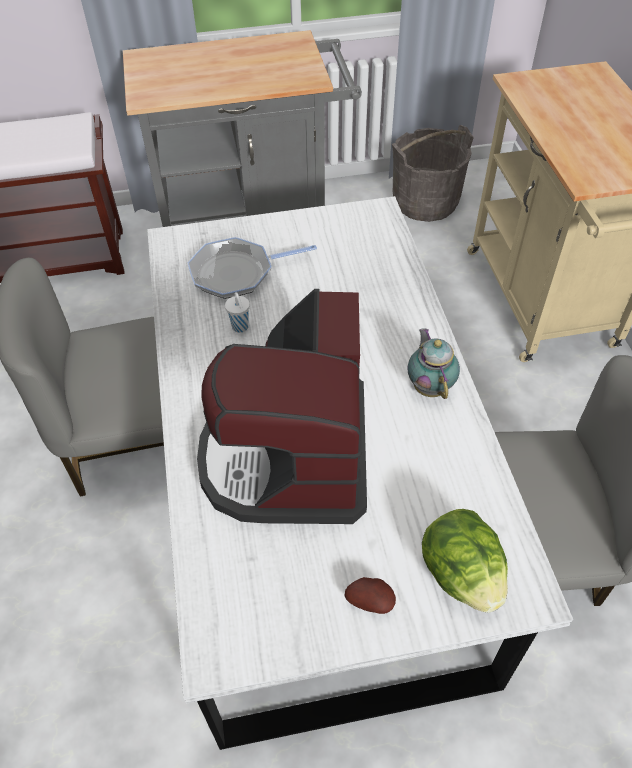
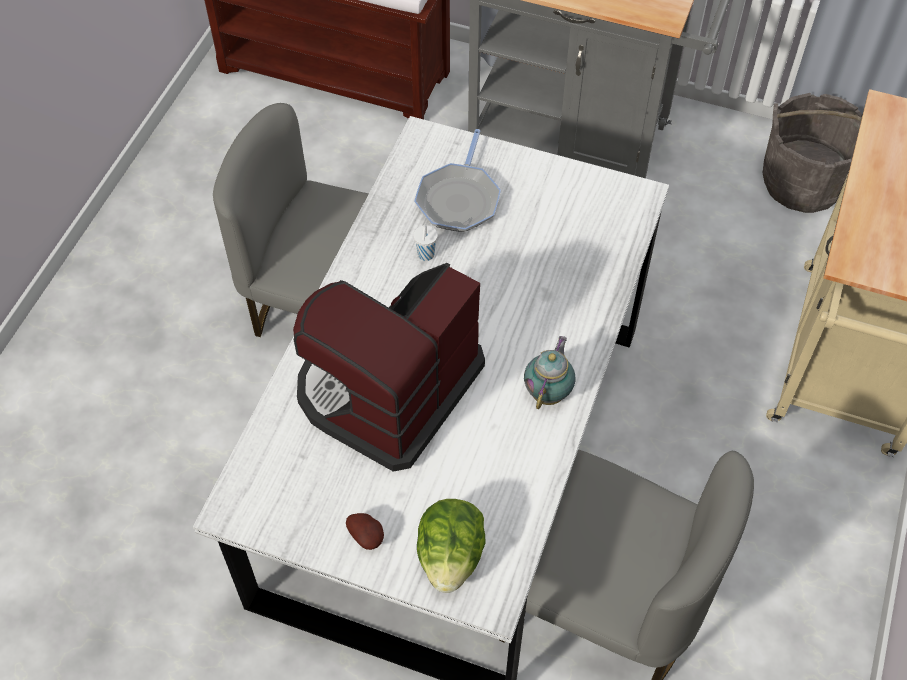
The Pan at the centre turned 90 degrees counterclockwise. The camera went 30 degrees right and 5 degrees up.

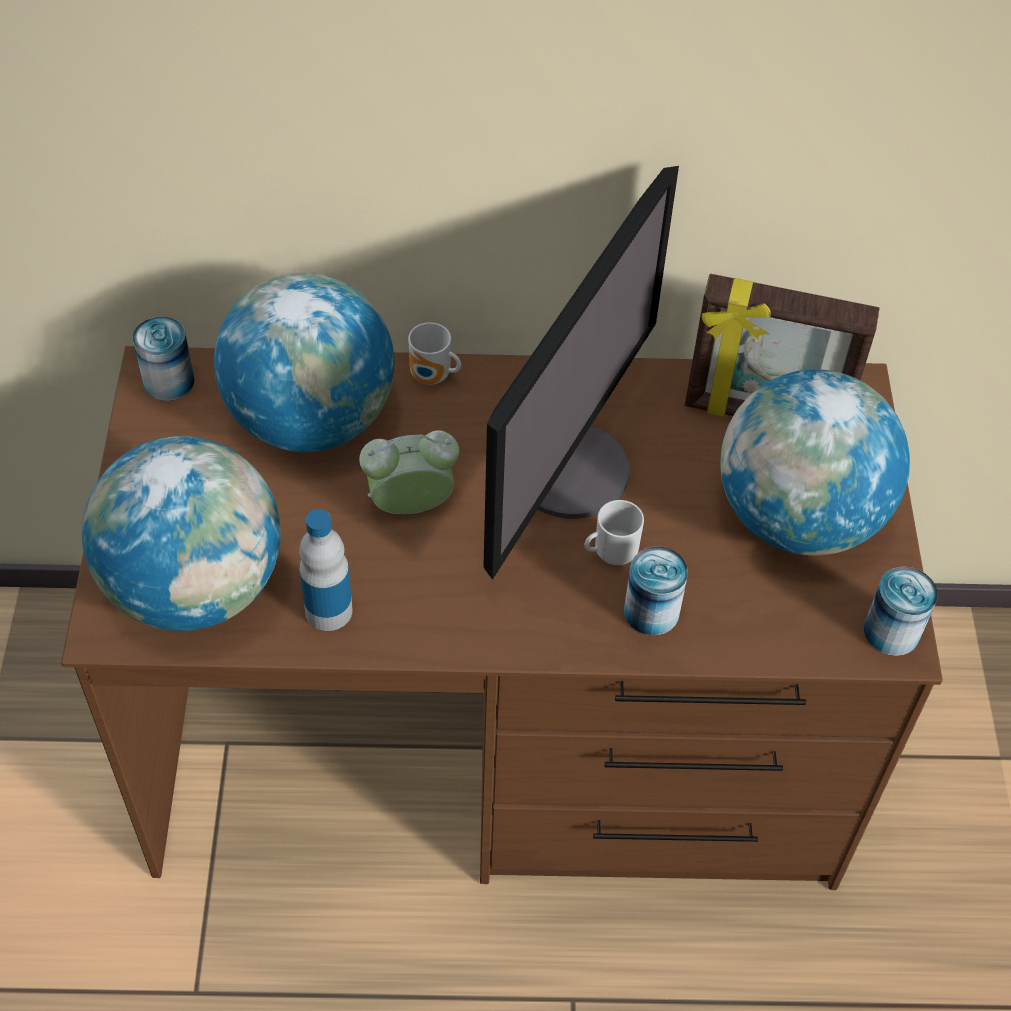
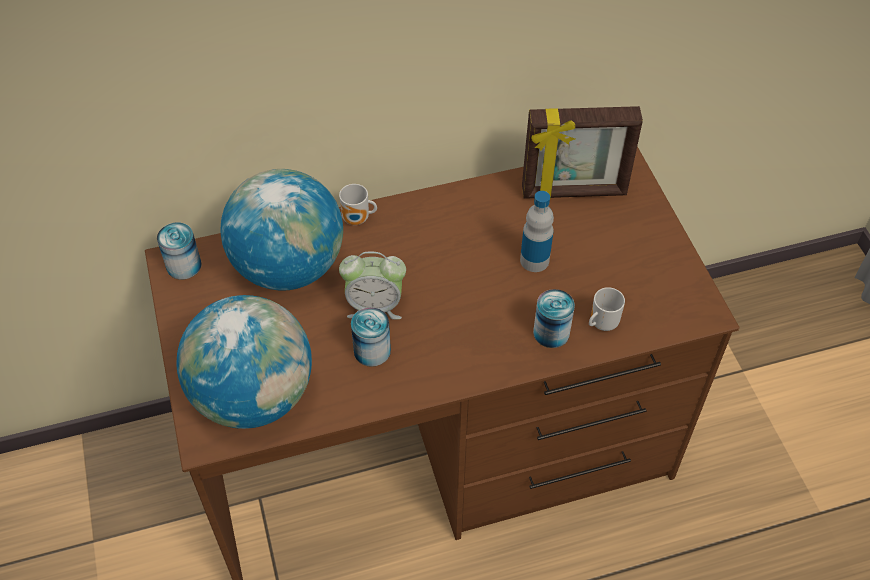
The Monitor at the centre disappeared. The WorldGlobe (no. 3 from left) at the middle right disappeared. The TableClock at the centre turned 150 degrees counterclockwise. The Mug (no. 2 from left) moved from the centre to the middle right. The Bottle moved from the middle left to the centre. The SealedCan (no. 3 from left in the first image) moved from the middle right to the centre. The camera went 15 degrees left and 0 degrees up.

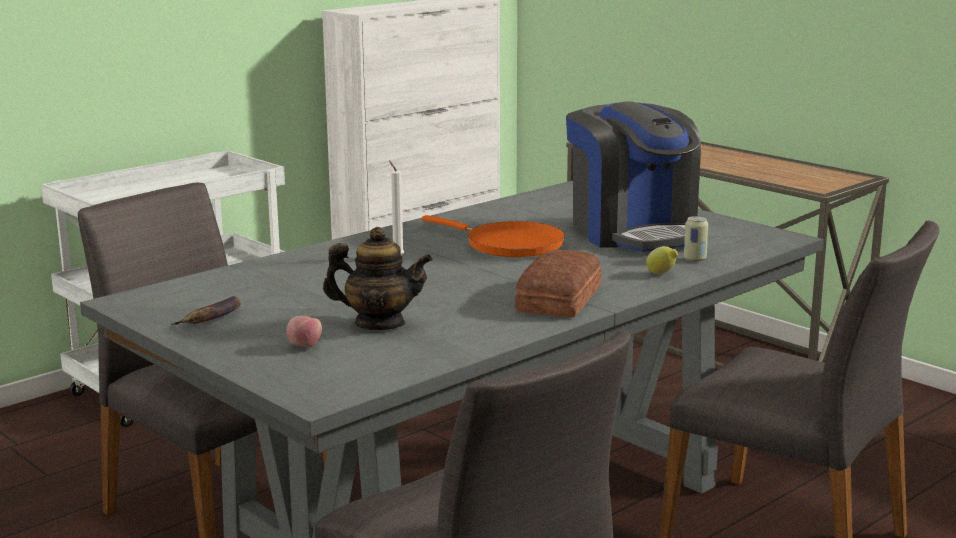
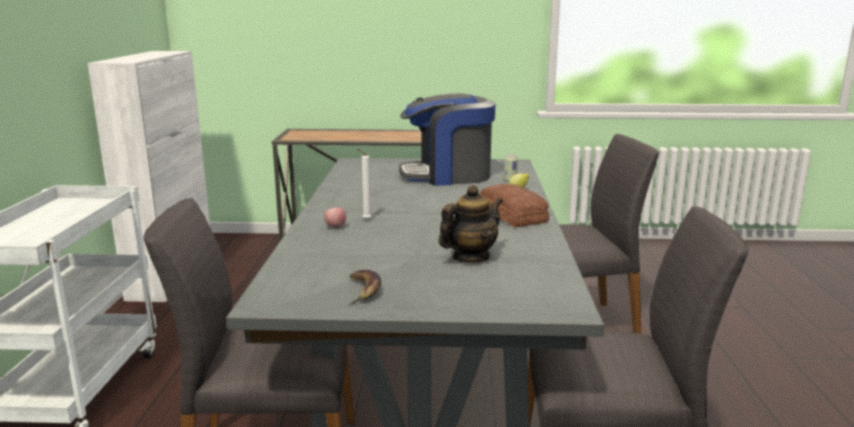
The CoffeeMachine at the top centre turned 150 degrees clockwise. The OrangeColouredPan at the centre disappeared. The WholeApple moved from the middle left to the centre. The camera went 45 degrees left and 0 degrees up.

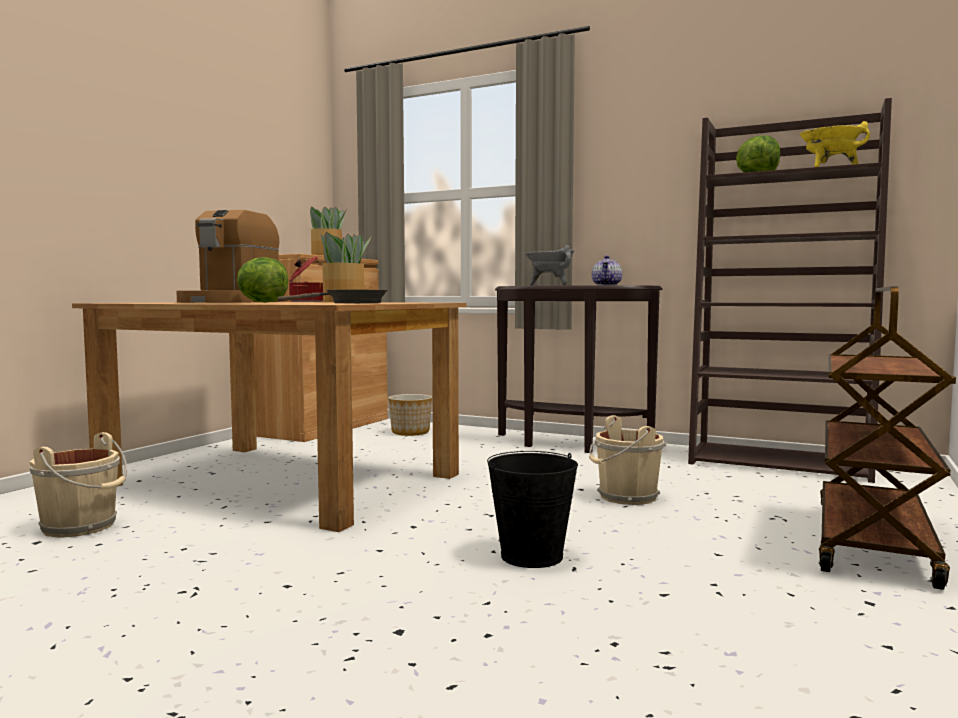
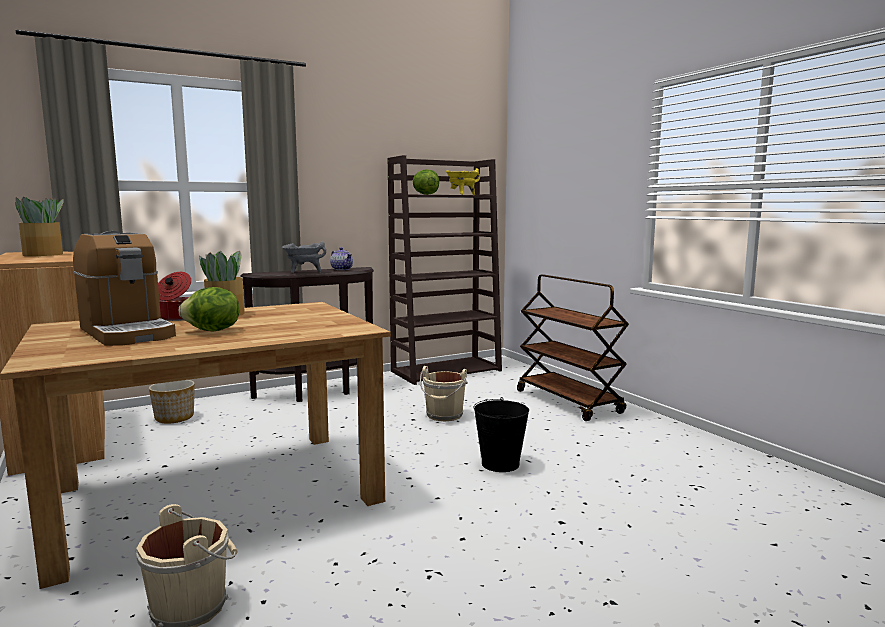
The BrownishPan at the centre disappeared. The camera went 55 degrees left and 5 degrees up.

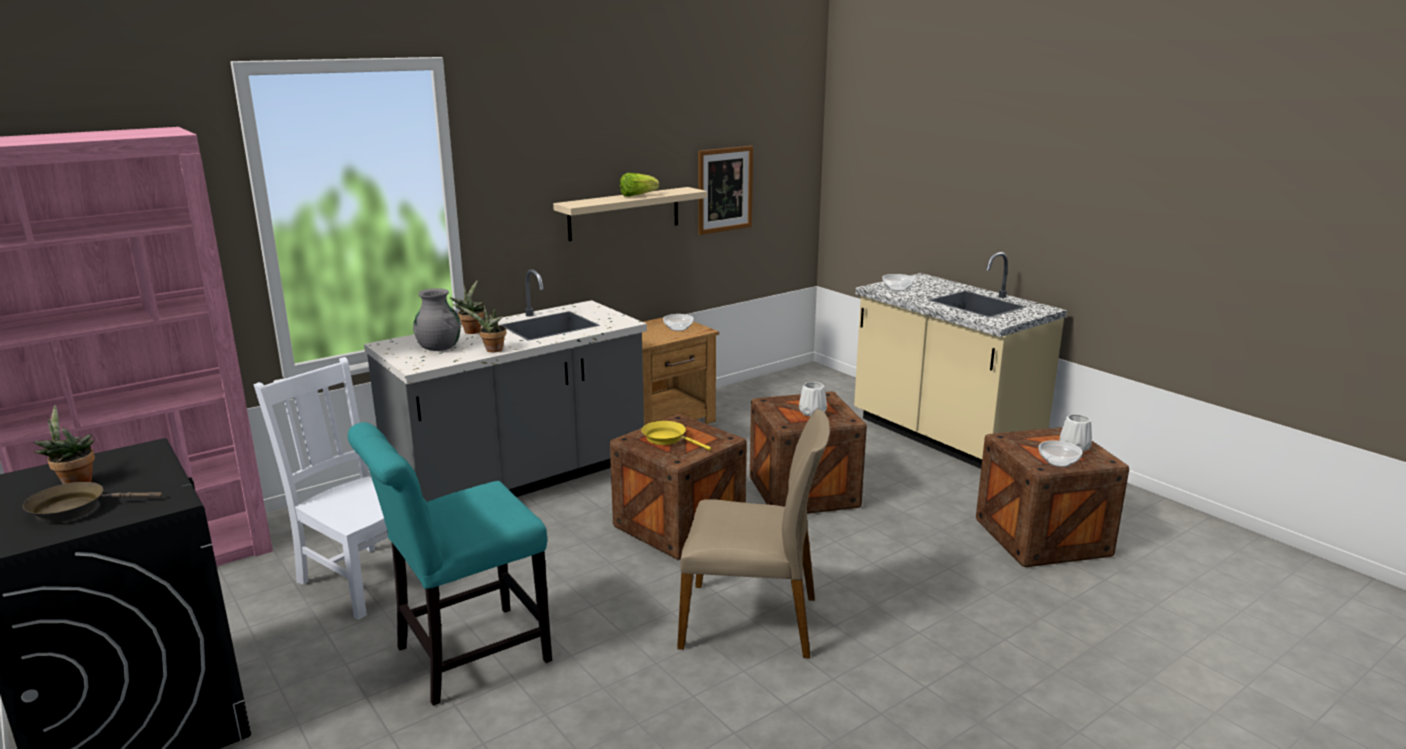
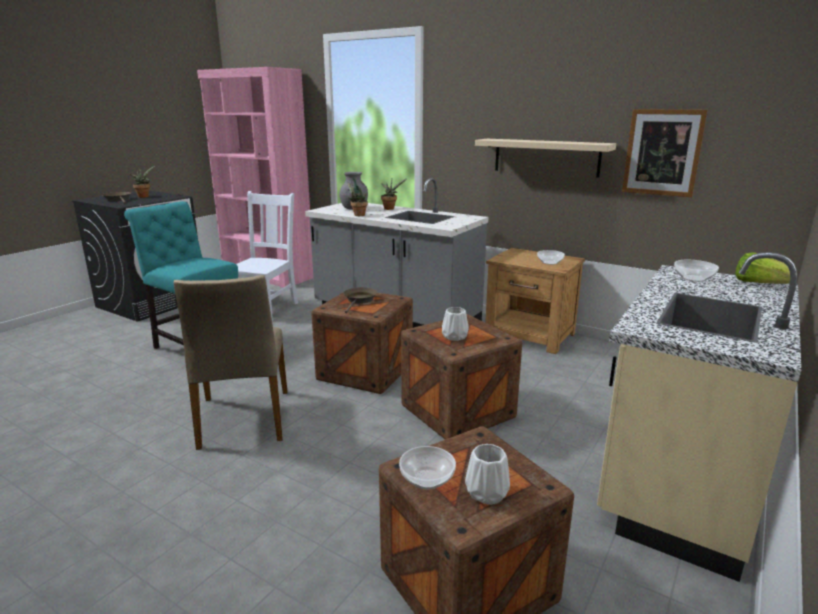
The Lettuce moved from the top centre to the middle right. The YellowColouredPan at the centre became the BrownishPan (no. 2 from left) at the centre. The camera went 70 degrees right and 0 degrees up.

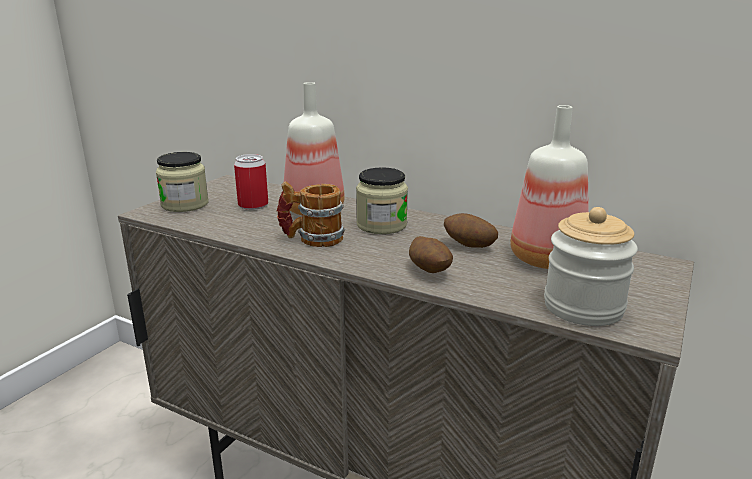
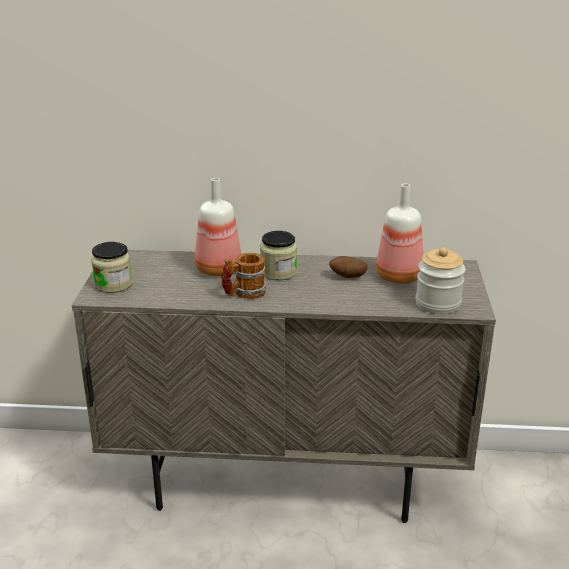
The SealedCan at the centre disappeared. The WholePotato (no. 1 from left) at the centre disappeared. The camera went 25 degrees left and 5 degrees up.

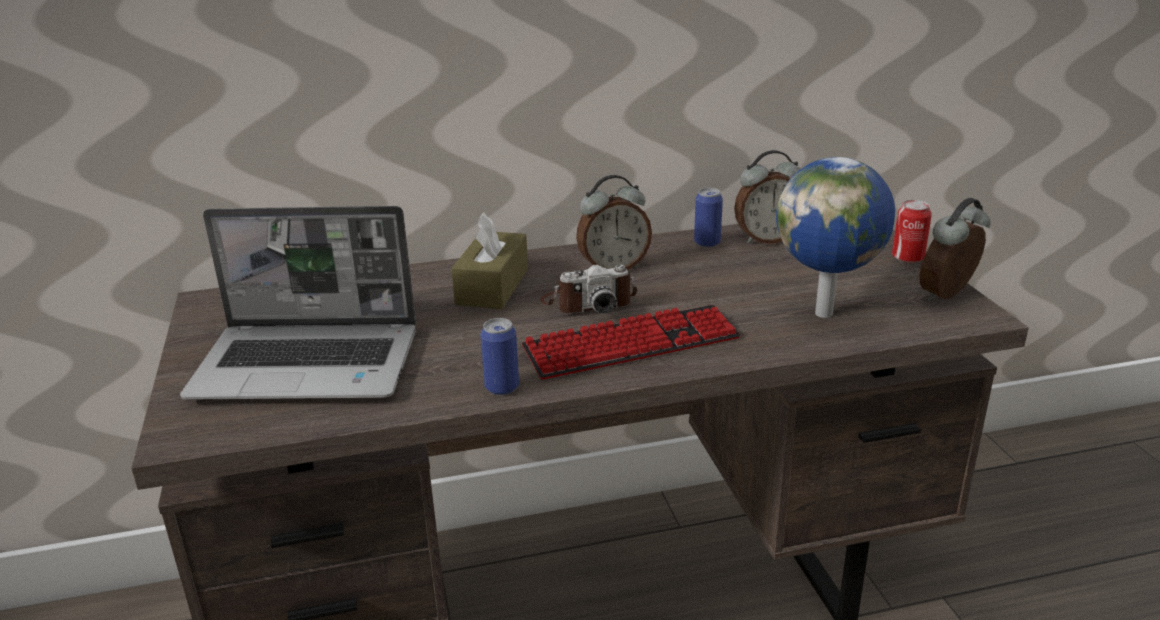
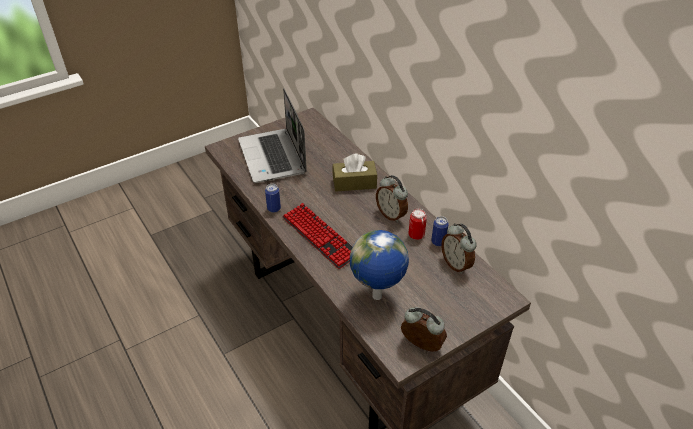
The SealedCan (no. 3 from left in the first image) moved from the middle right to the centre. The PhotoCamera at the centre disappeared. The camera went 70 degrees right and 15 degrees up.

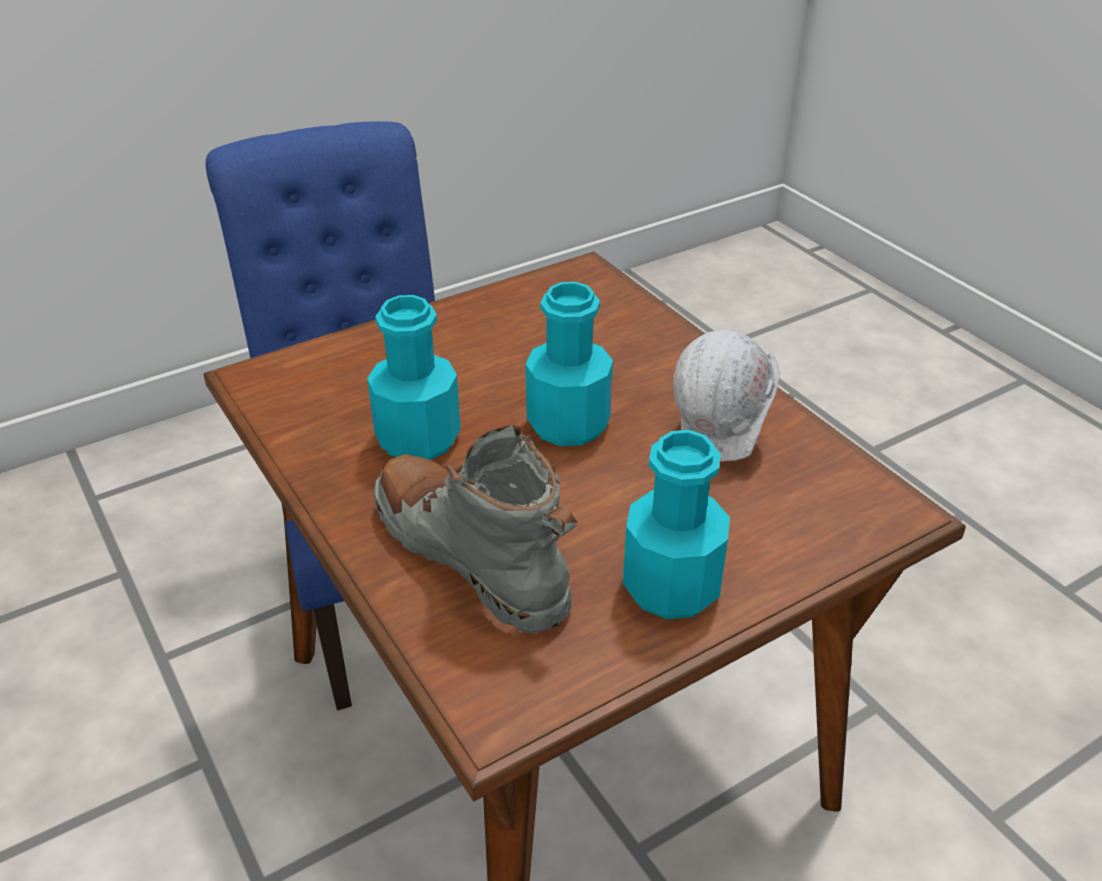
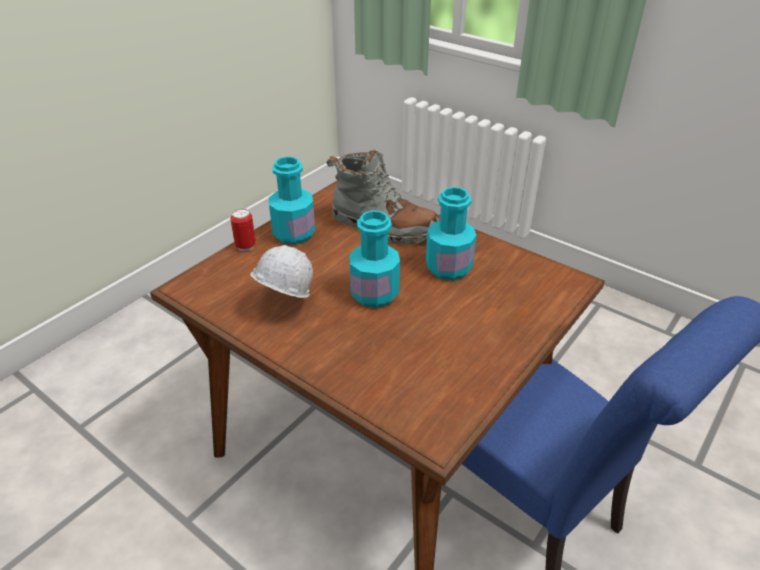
The SealedCan at the middle left appeared. The camera went 160 degrees right and 0 degrees up.

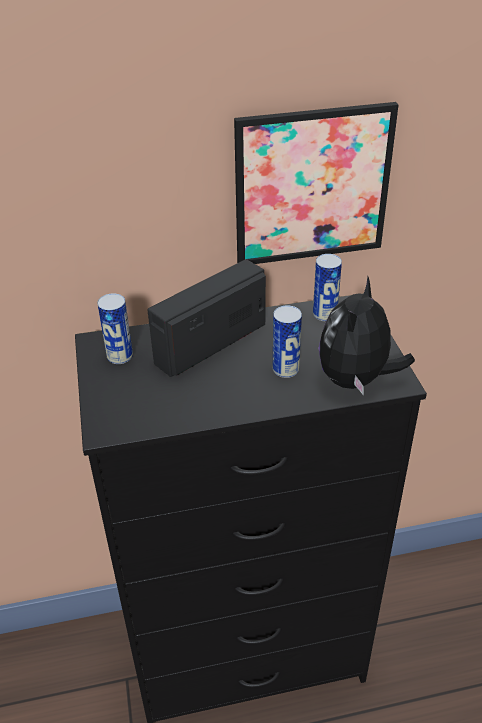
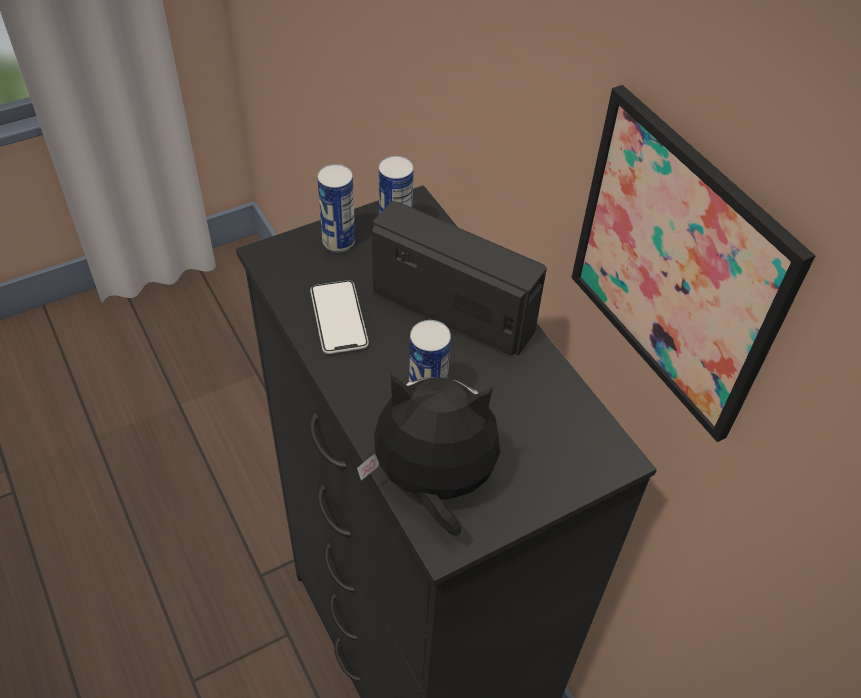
The SealedCan (no. 3 from left in the first image) moved from the middle right to the top centre. The Telephone at the centre appeared. The camera went 70 degrees right and 10 degrees up.

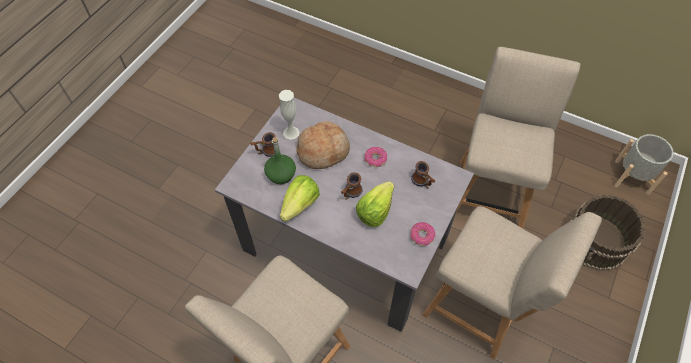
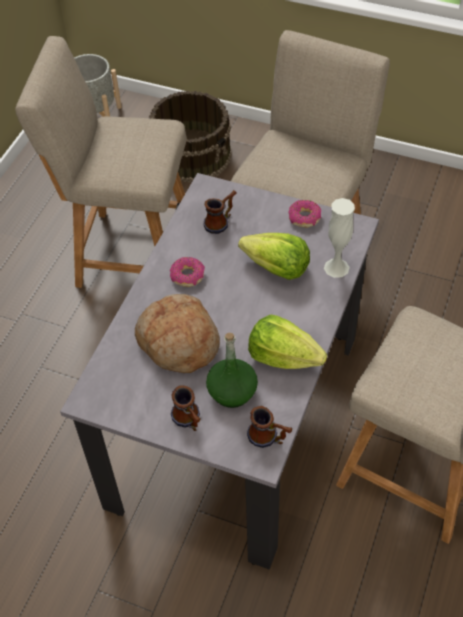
The WhiteDecorativeVase moved from the top centre to the middle right. The Mug (no. 2 from left in the first image) moved from the centre to the bottom centre. The camera went 95 degrees left and 5 degrees down.

